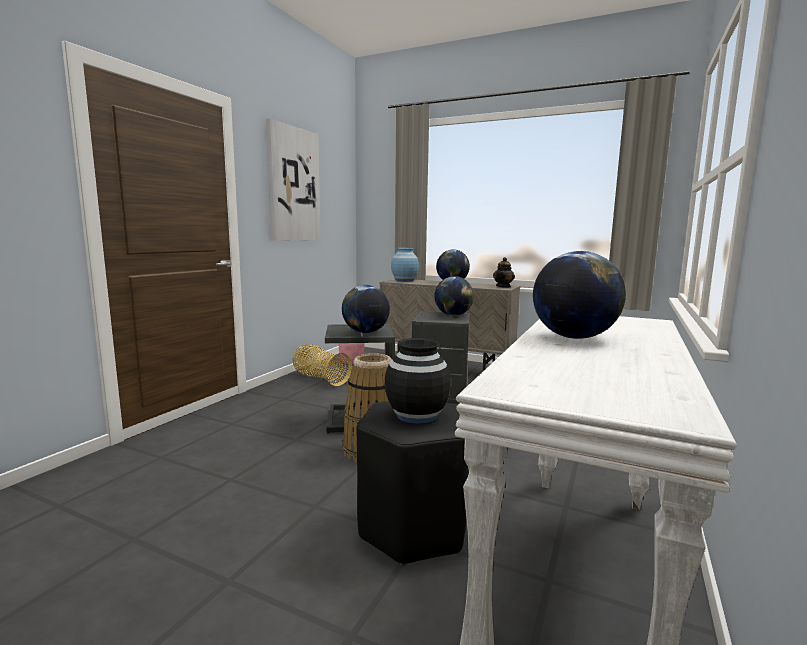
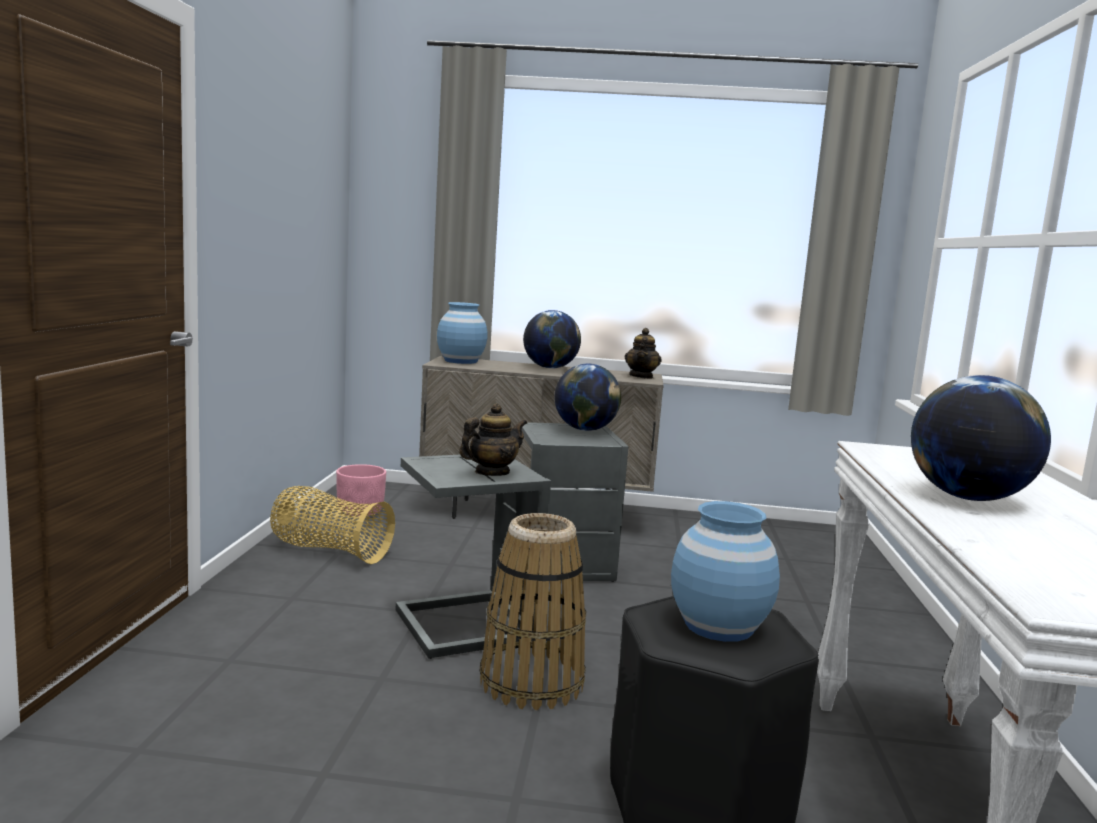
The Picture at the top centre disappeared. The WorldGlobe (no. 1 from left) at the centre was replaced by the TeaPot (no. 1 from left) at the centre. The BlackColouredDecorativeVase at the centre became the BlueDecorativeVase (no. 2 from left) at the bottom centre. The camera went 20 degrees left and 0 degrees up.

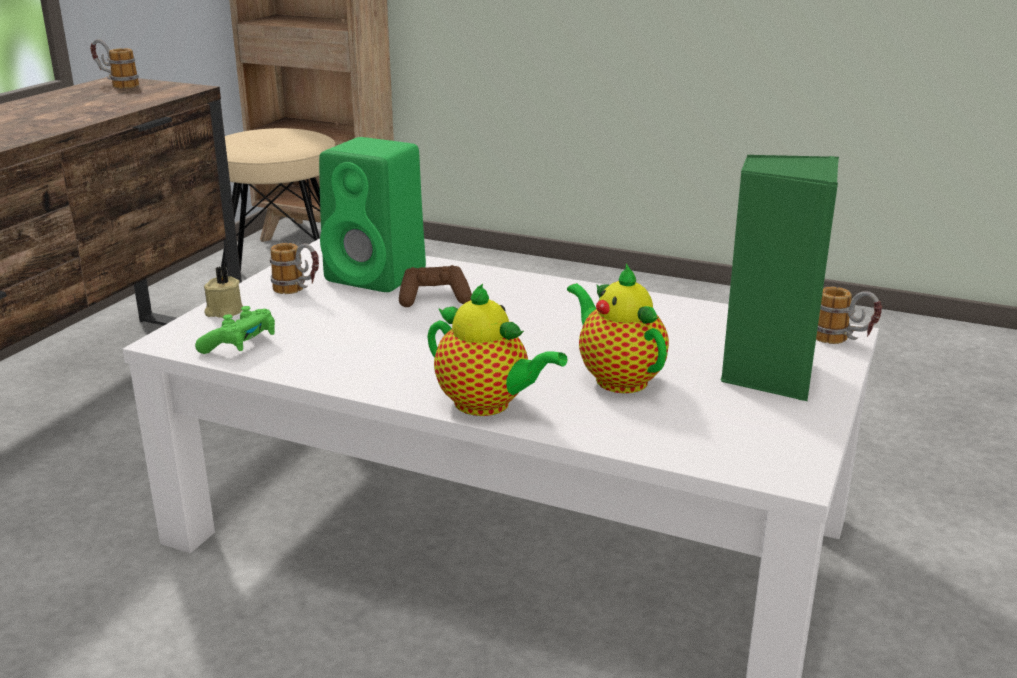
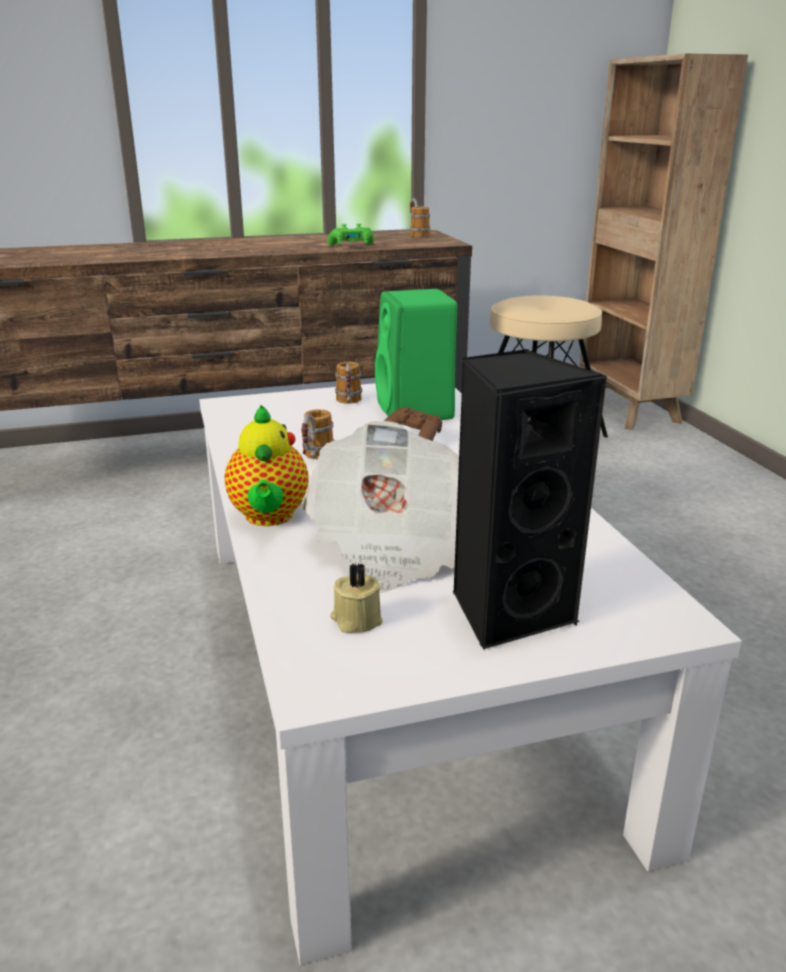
The GreenColouredAudioSpeaker (no. 2 from left) at the middle right became the BlackColouredAudioSpeaker at the middle right. The TeaPot (no. 2 from left) at the centre was replaced by the Newspaper at the centre. The SandColouredWaxLight moved from the middle left to the centre. The Mug (no. 3 from left in the first image) moved from the middle right to the centre. The GreenColouredJoypad moved from the middle left to the top centre. The camera went 50 degrees right and 0 degrees up.

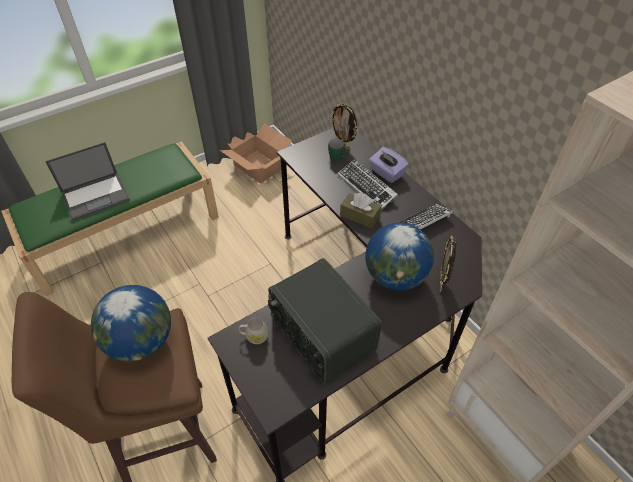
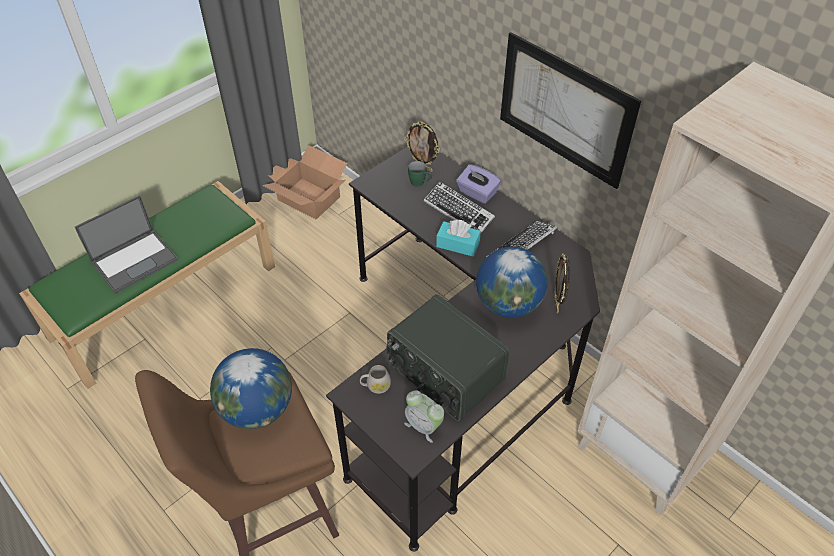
The BrownishTissueBox at the centre became the BlueGreenTissueBox at the centre. The Picture at the top right appeared. The TableClock at the bottom centre appeared. The camera went 10 degrees left and 0 degrees up.

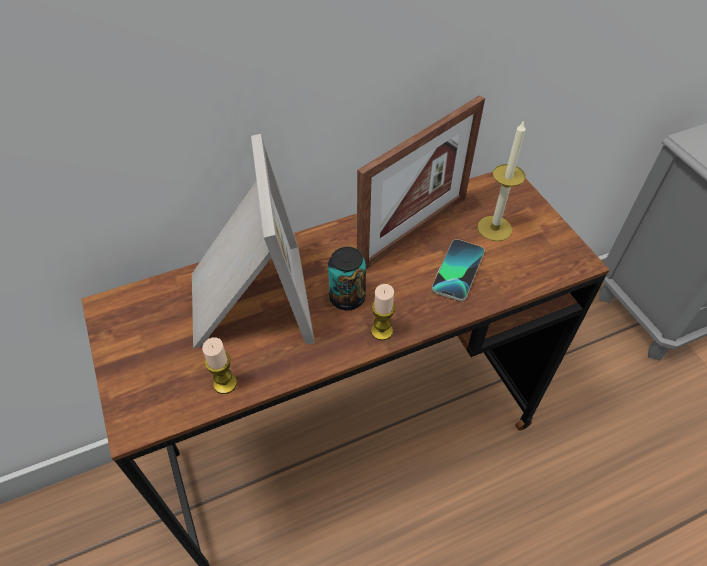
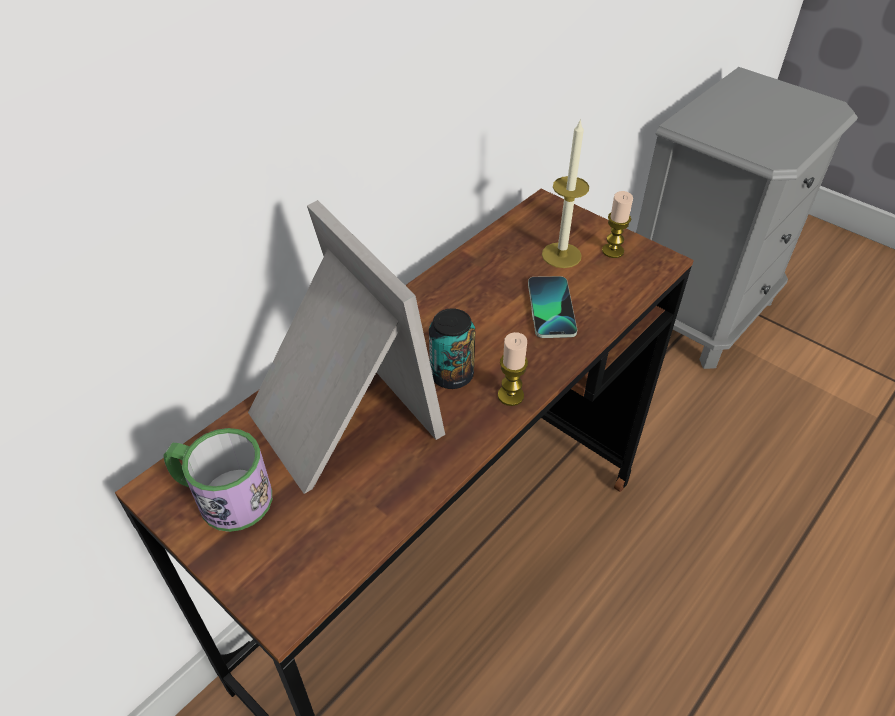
The StandingFrame (no. 2 from left) at the top centre disappeared. The WaxLight (no. 1 from left in the first image) moved from the middle left to the top right. The Mug at the bottom left appeared. The camera went 25 degrees left and 5 degrees down.

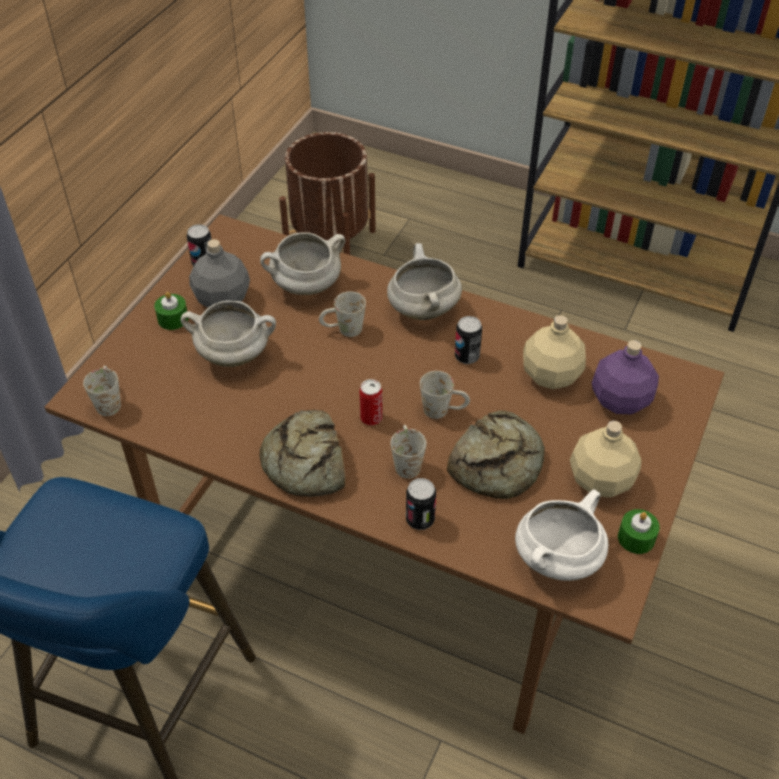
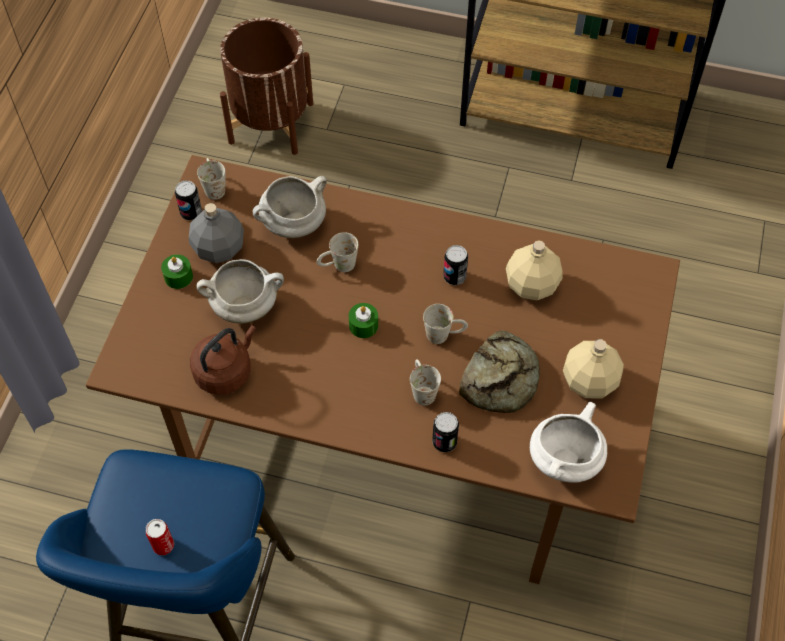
The WhiteSaucepot (no. 3 from left) at the centre disappeared. The PurpleColouredBottle at the middle right disappeared. The WhiteMug (no. 1 from left) moved from the middle left to the top left. The SealedCan (no. 2 from left in the first image) moved from the centre to the bottom left. The Bread (no. 1 from left) at the centre disappeared. The GreenColouredWaxLight (no. 2 from left) moved from the bottom right to the centre. The BrownishWaterKettle at the middle left appeared. The camera went 10 degrees left and 10 degrees up.

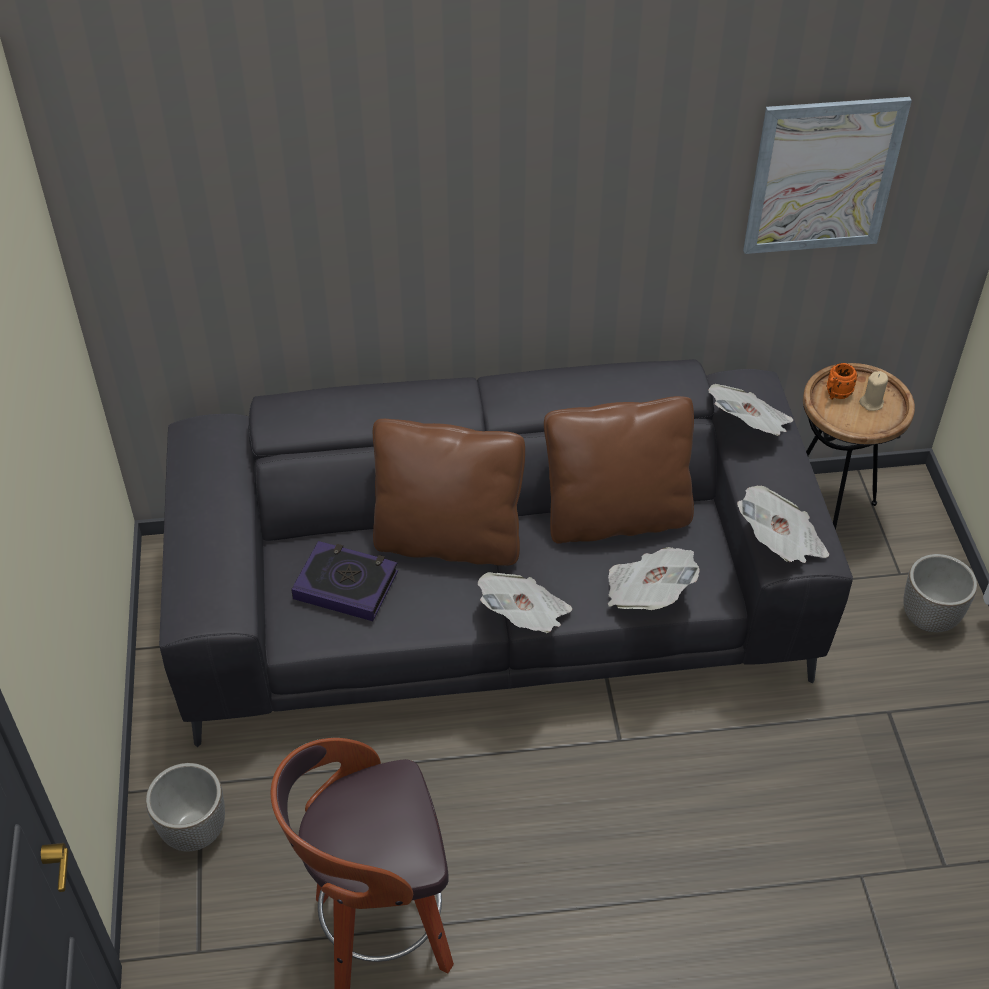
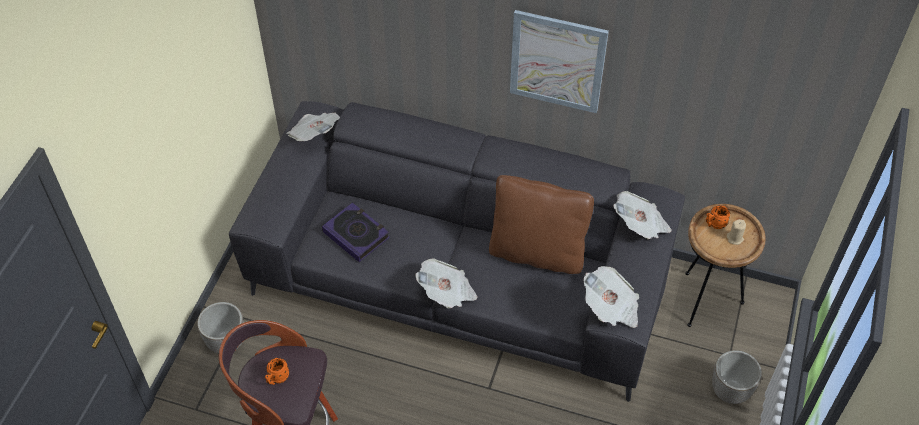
The Picture moved from the top right to the top centre. The BrownishThrowPillow (no. 1 from left) at the centre disappeared. The Newspaper (no. 2 from left in the first image) moved from the centre to the top centre. The OrangeColouredMug (no. 1 from left) at the bottom left appeared. The camera went 25 degrees right and 5 degrees up.

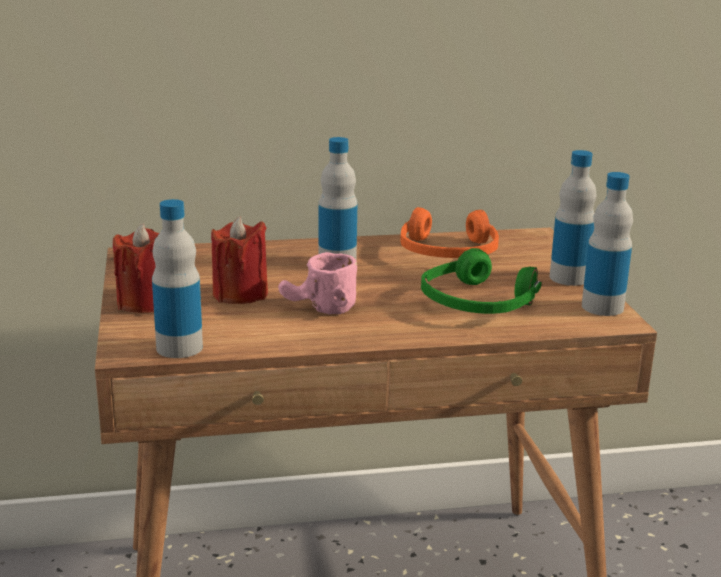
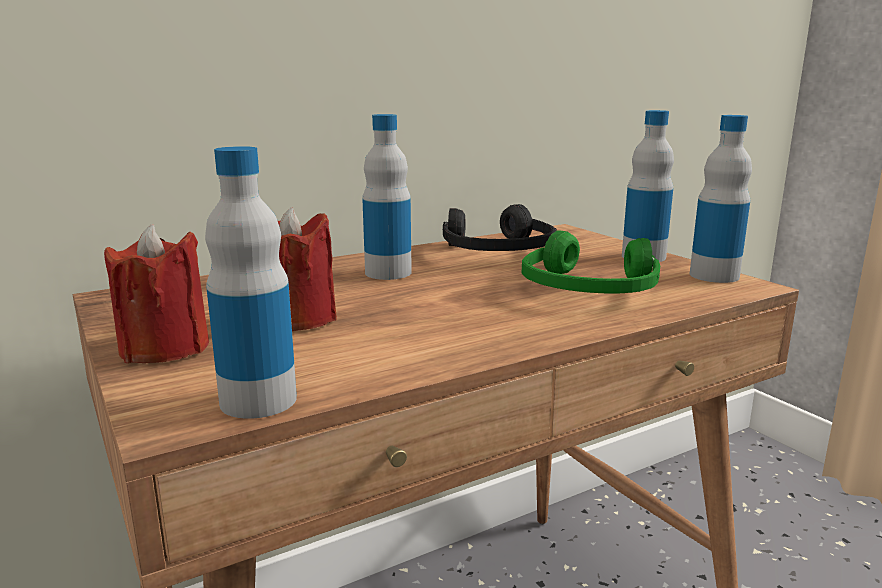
The OrangeColouredPairOfHeadphones at the centre became the BlackColouredPairOfHeadphones at the centre. The PinkColouredMug at the centre disappeared. The camera went 20 degrees left and 5 degrees down.

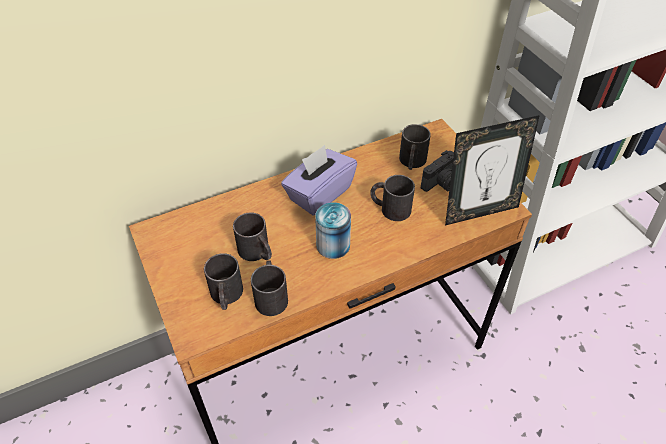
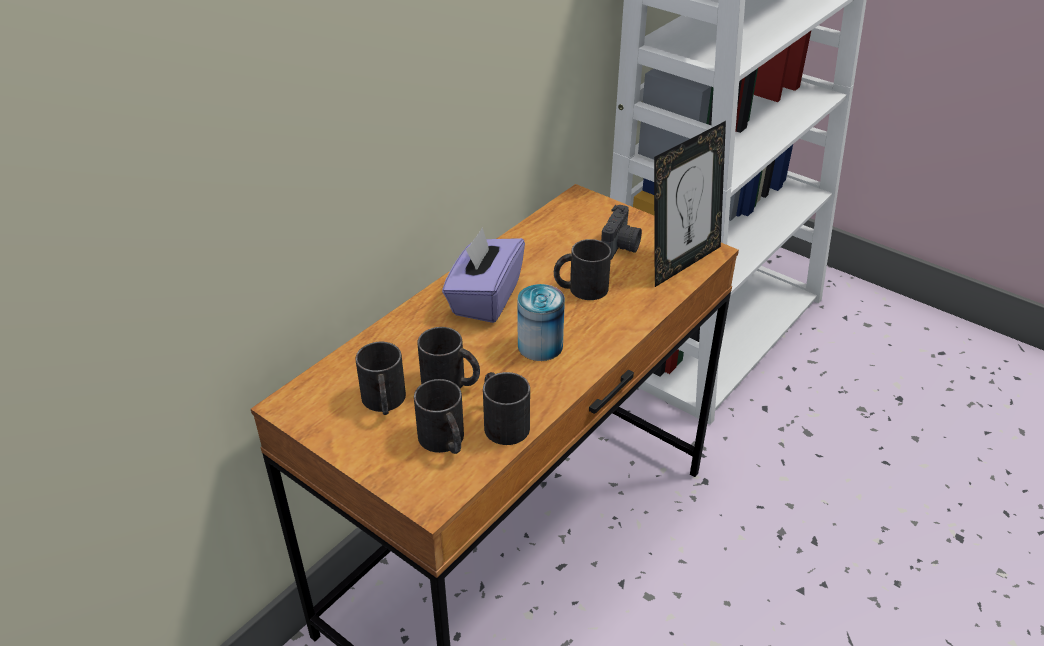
The BlackColouredMug (no. 5 from left in the first image) moved from the top centre to the centre. The camera went 25 degrees left and 10 degrees down.

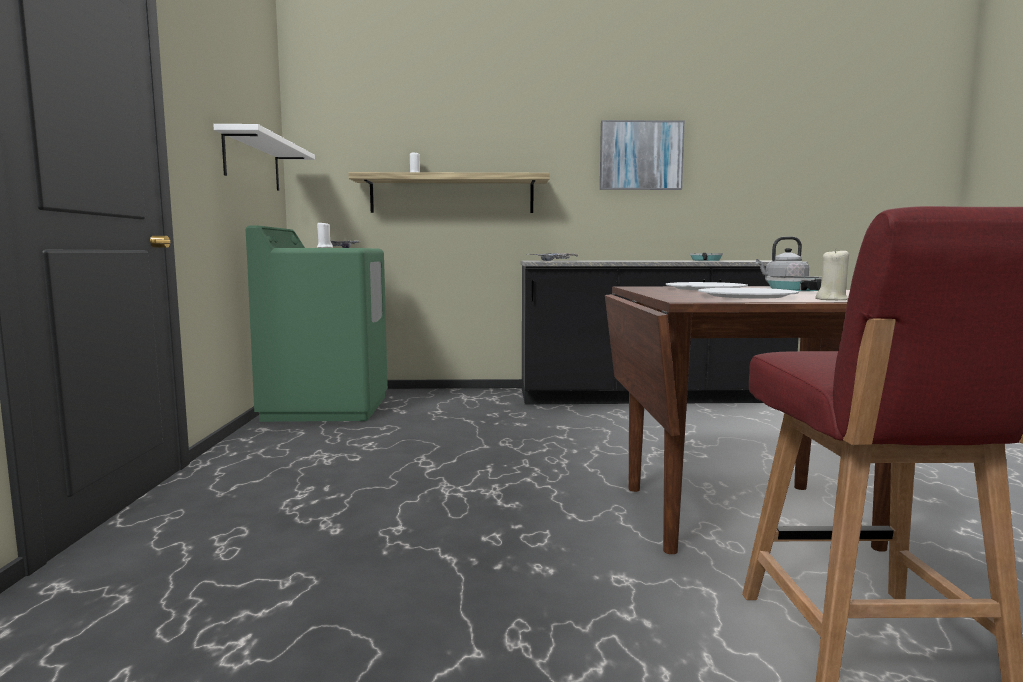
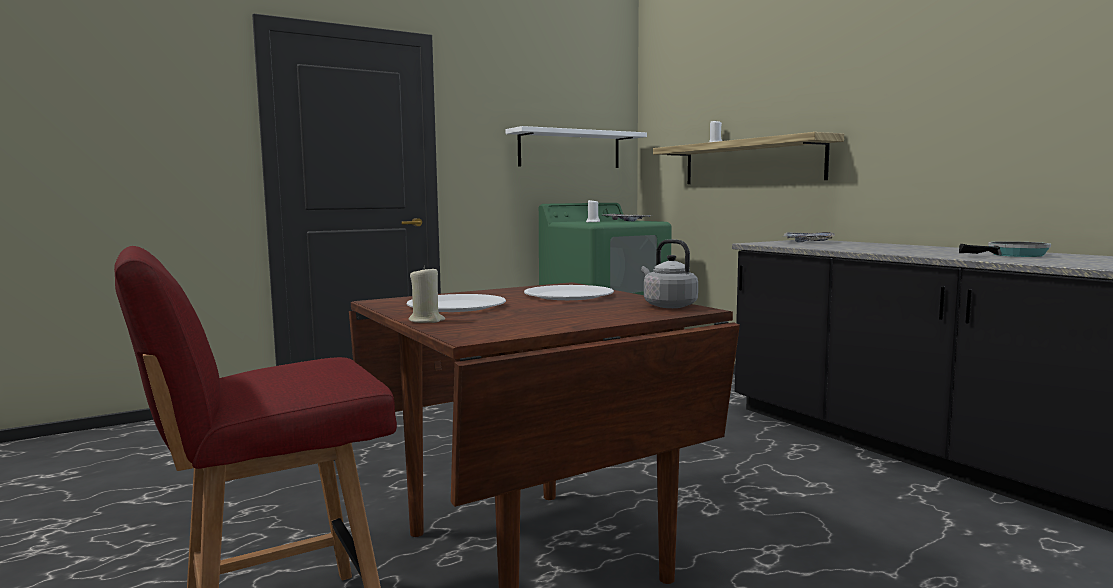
The Picture at the top centre disappeared. The Pan (no. 2 from left) at the middle right disappeared. The camera went 60 degrees right and 0 degrees up.

